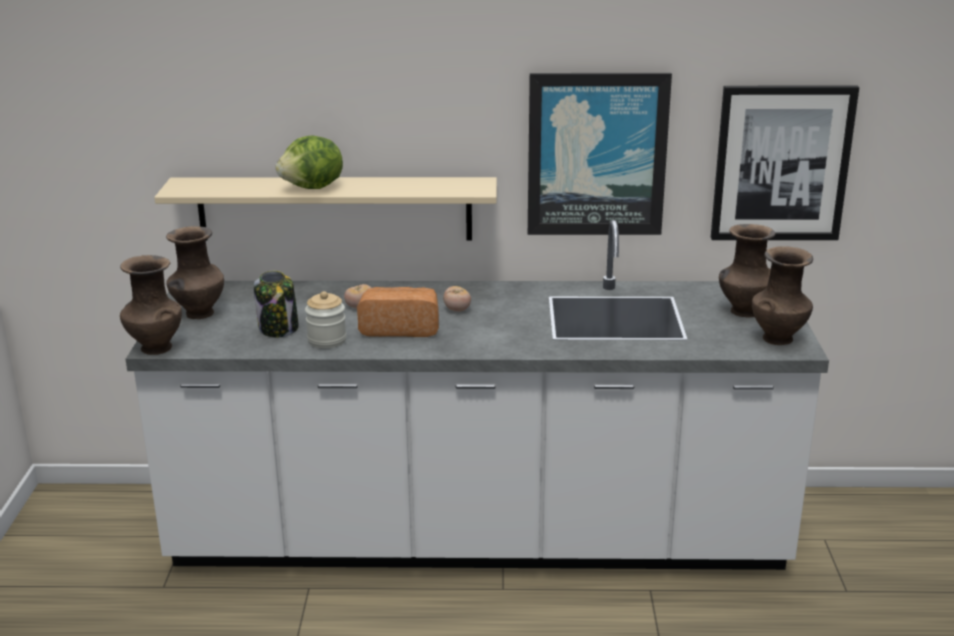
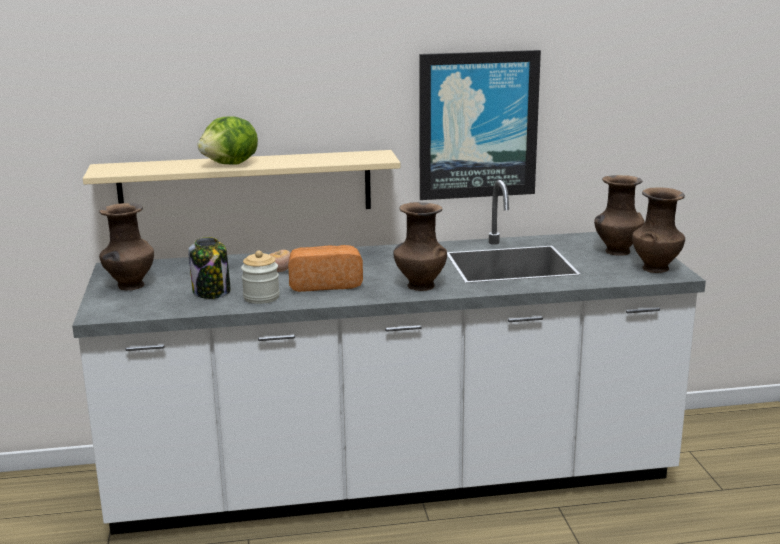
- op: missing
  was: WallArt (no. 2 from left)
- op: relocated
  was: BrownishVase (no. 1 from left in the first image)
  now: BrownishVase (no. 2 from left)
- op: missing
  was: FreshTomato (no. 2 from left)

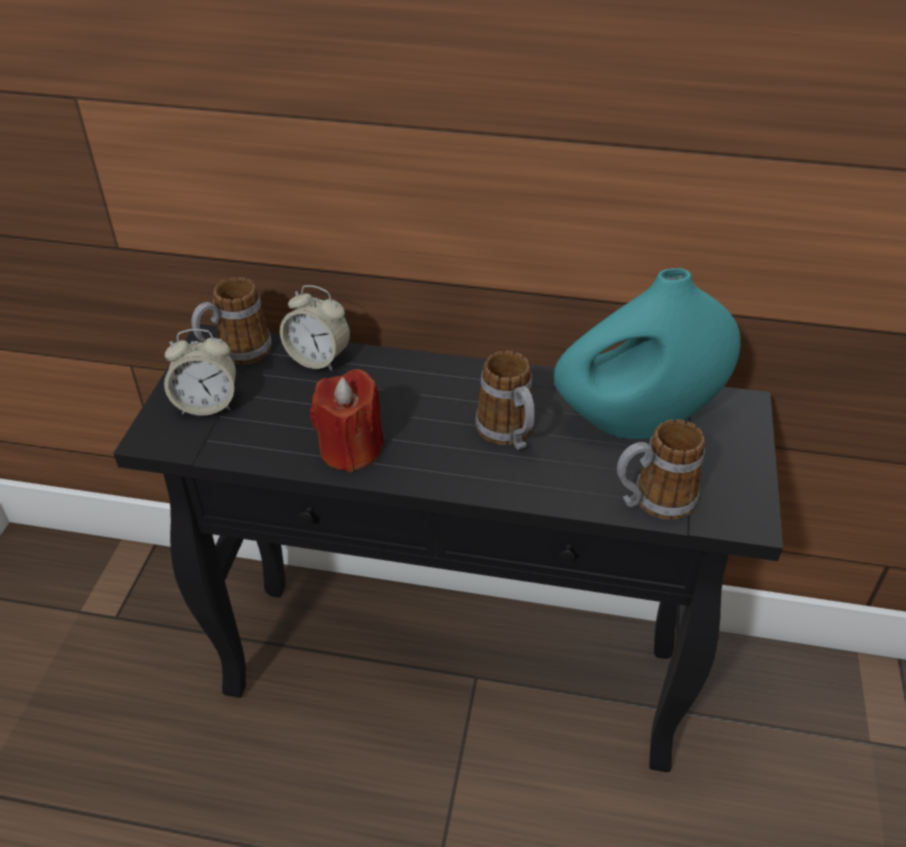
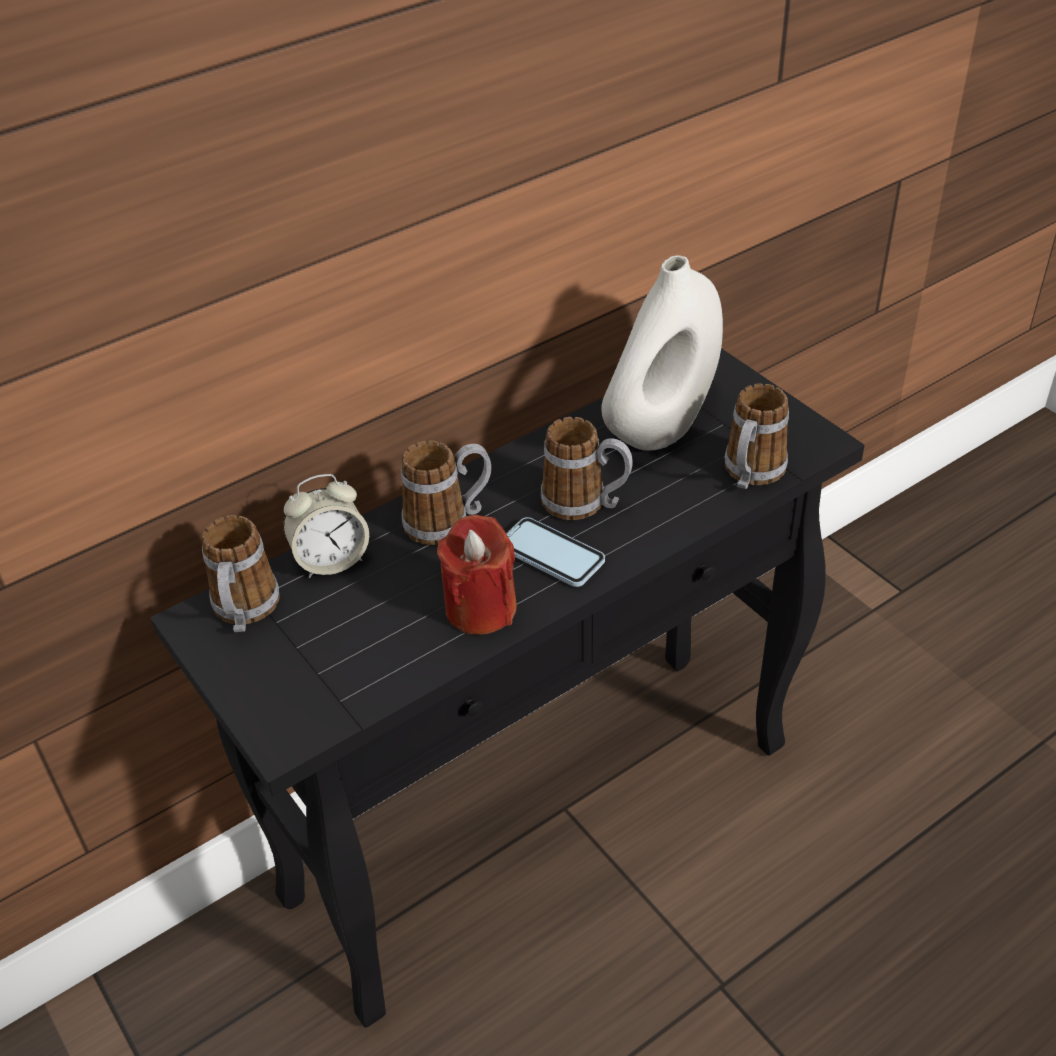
- op: colour
  was: TurquoiseColouredVase
  now: WhiteColouredVase
- op: missing
  was: AlarmClock (no. 1 from left)
- op: appeared
  now: TeaMug (no. 2 from left)
- op: appeared
  now: Telephone

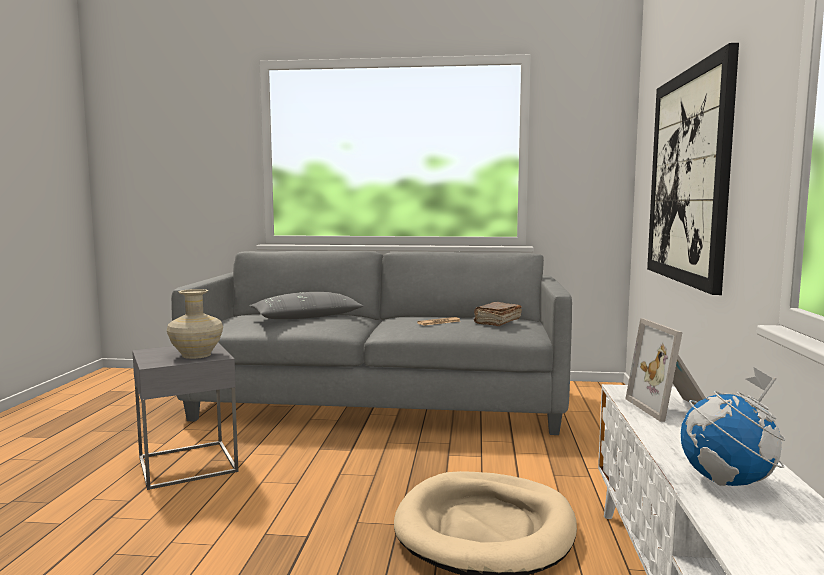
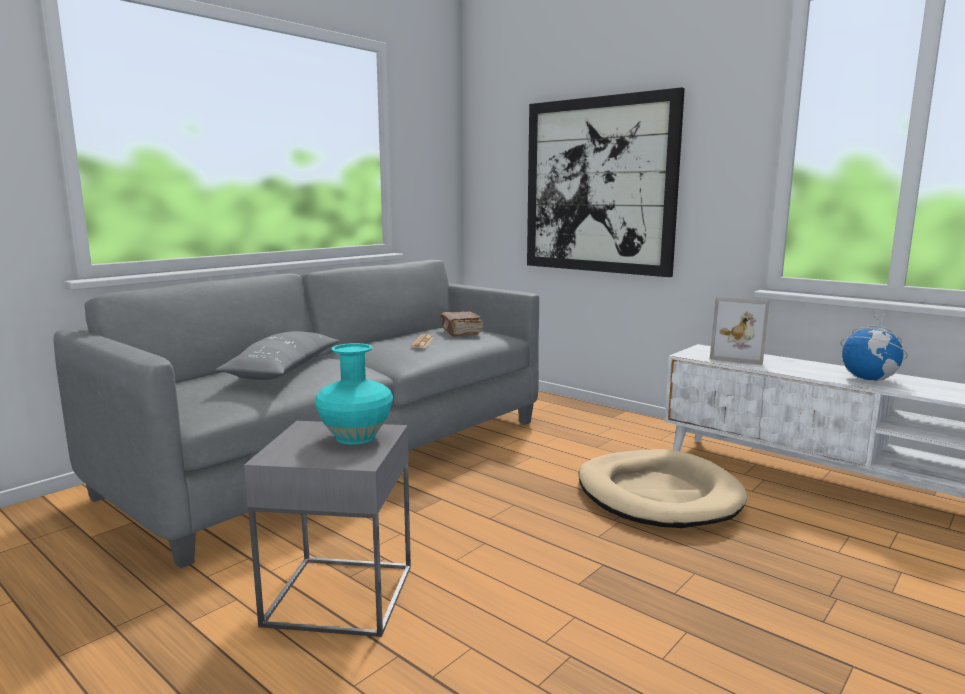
- op: colour
  was: BeigeVase
  now: TurquoiseColouredVase

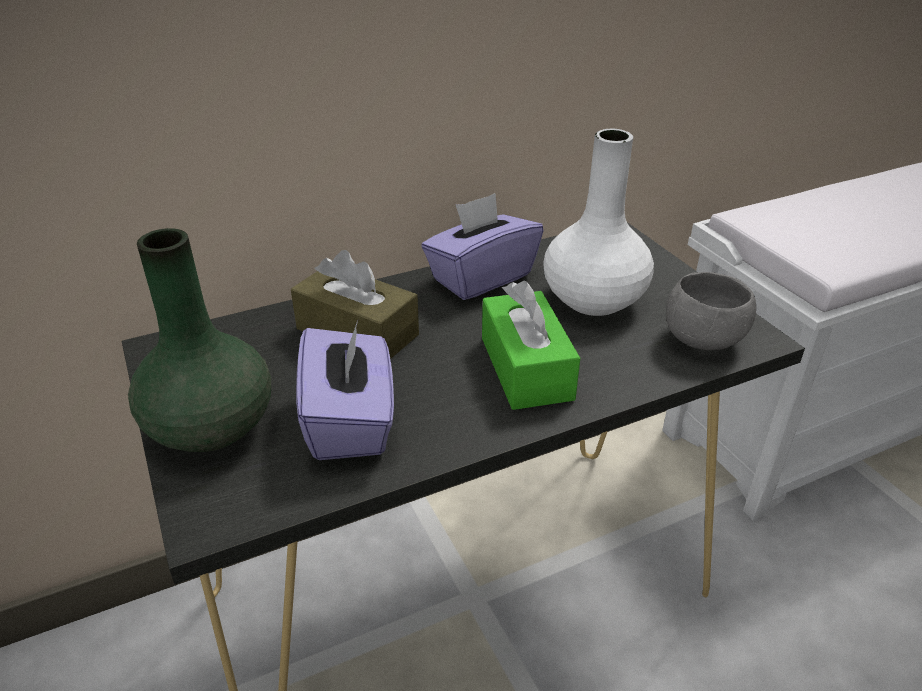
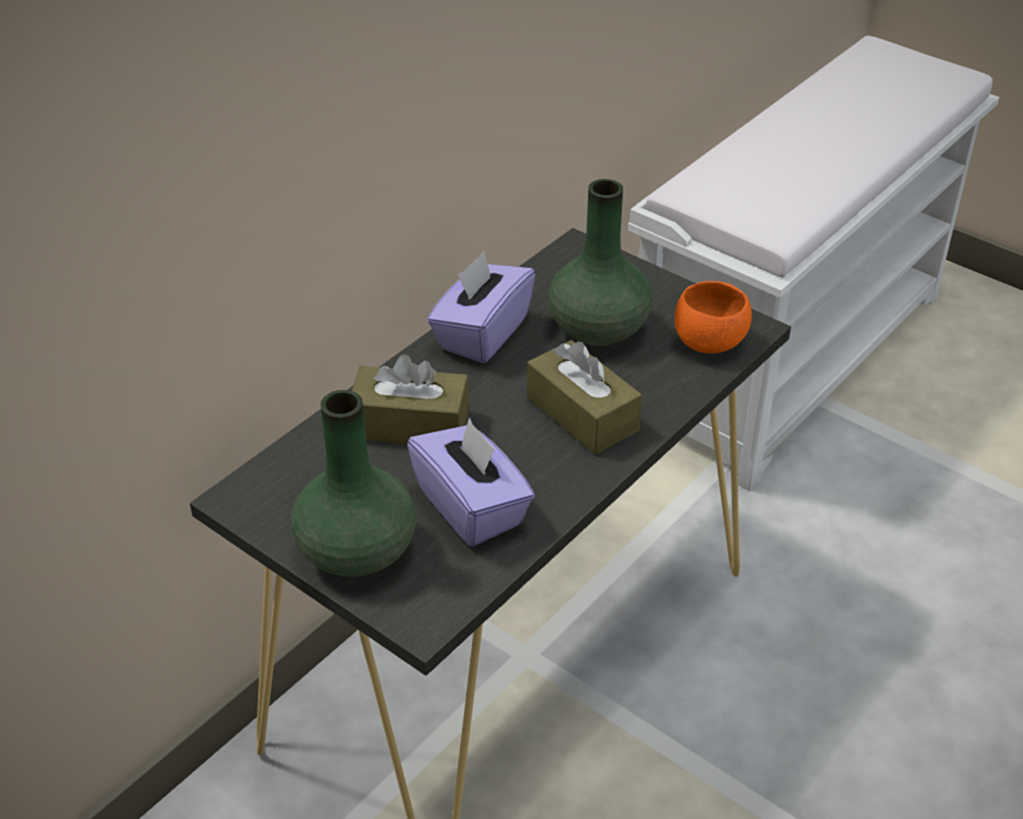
- op: colour
  was: WhiteColouredVase
  now: GreenishVase (no. 2 from left)
- op: colour
  was: GrayDeepDish
  now: OrangeColouredDeepDish
- op: colour
  was: GreenishBoxOfTissues
  now: BrownishBoxOfTissues (no. 2 from left)

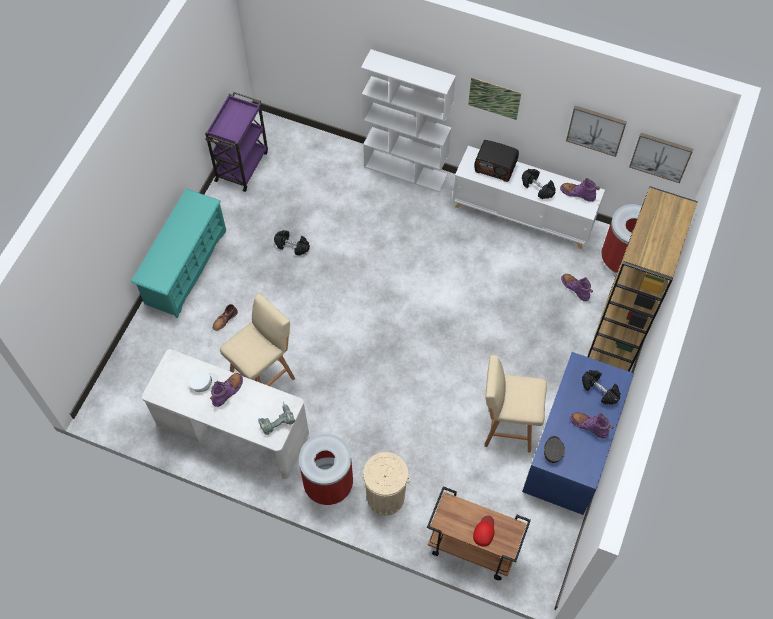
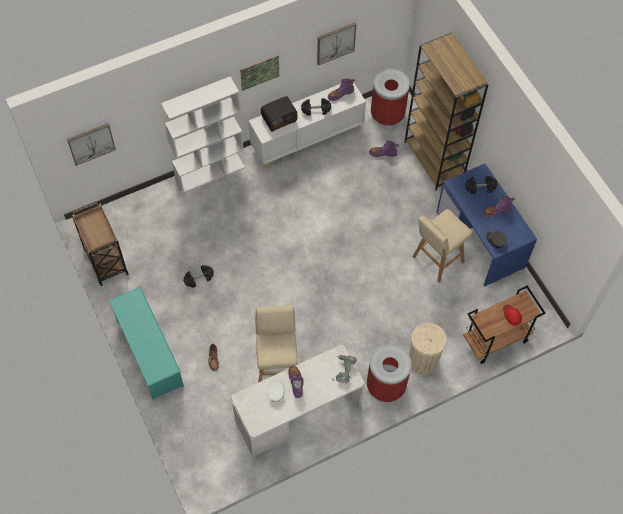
- op: colour
  was: PurpleColouredCart
  now: BrownishCart (no. 1 from left)
- op: relocated
  was: WallArt (no. 3 from left in the first image)
  now: WallArt (no. 1 from left)

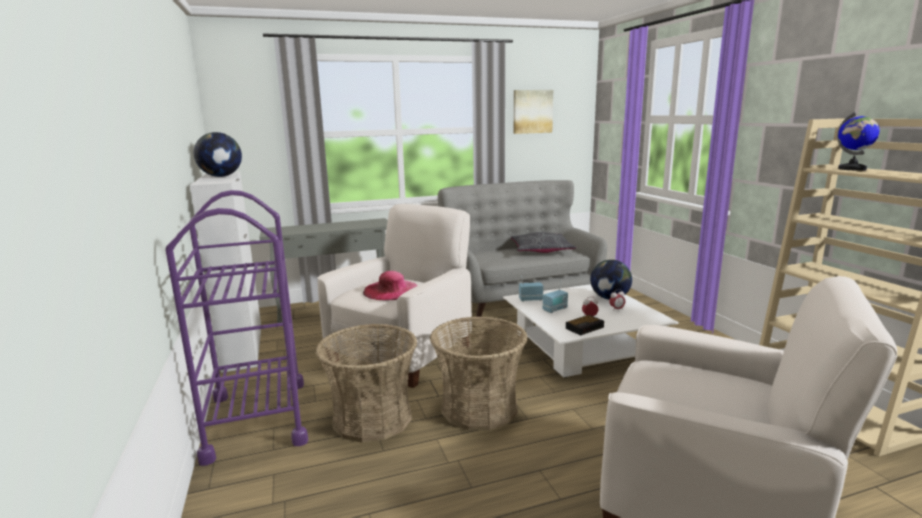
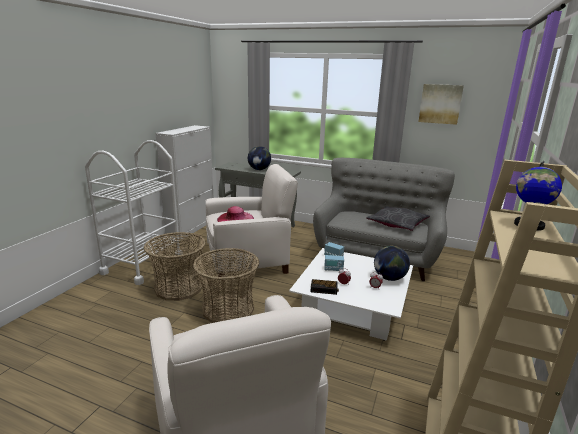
- op: relocated
  was: WorldGlobe (no. 1 from left)
- op: colour
  was: PurpleColouredCart
  now: WhiteColouredCart

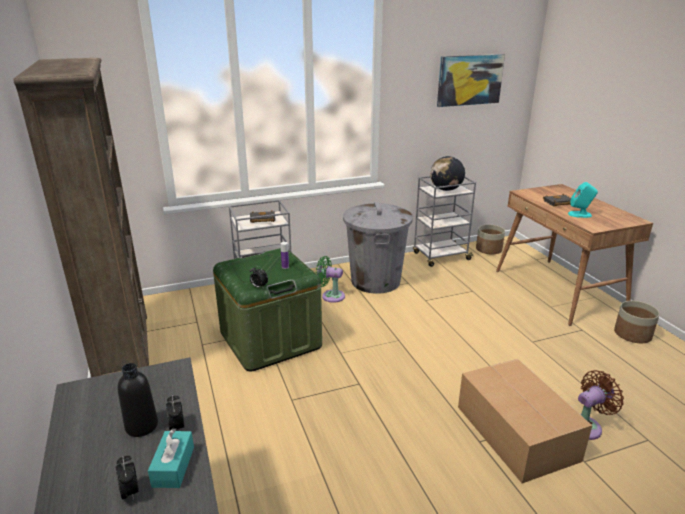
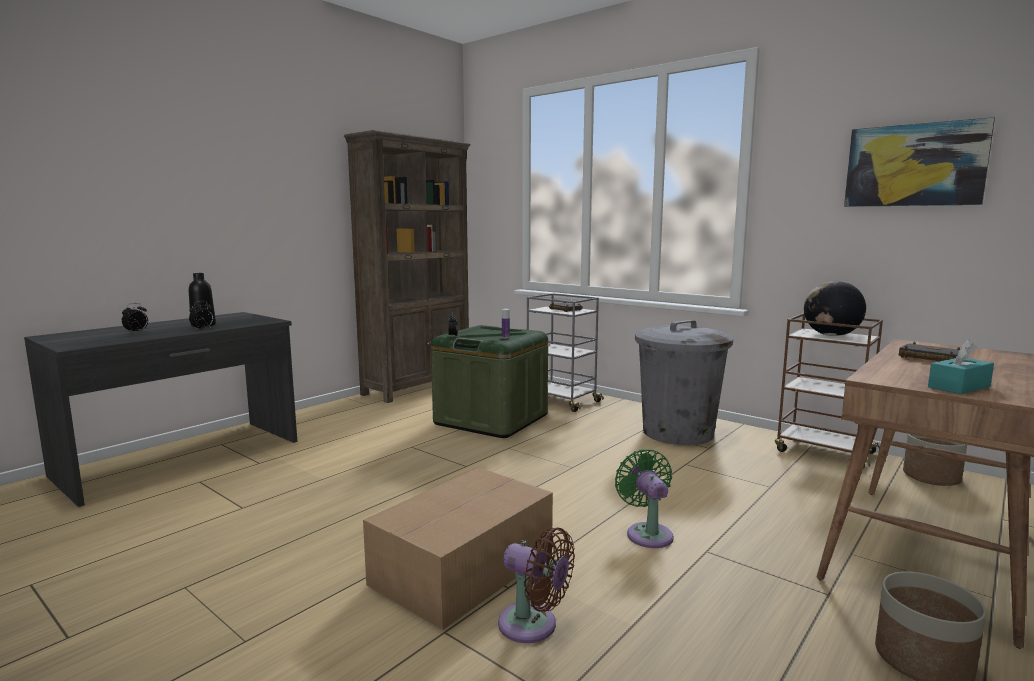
- op: colour
  was: GrayCart (no. 2 from left)
  now: BrownishCart
- op: missing
  was: TurquoiseColouredLoudspeaker
- op: relocated
  was: GreenishFan
- op: relocated
  was: TurquoiseColouredBoxOfTissues

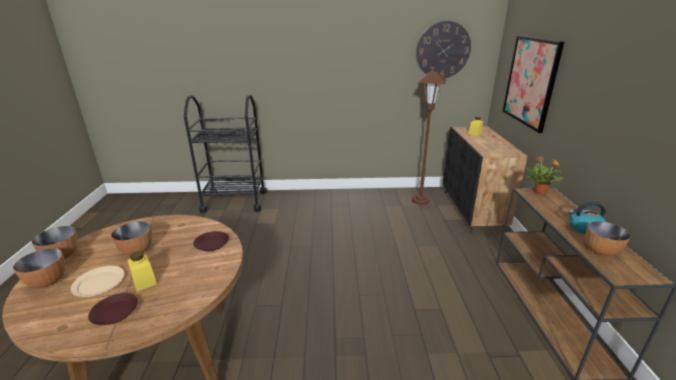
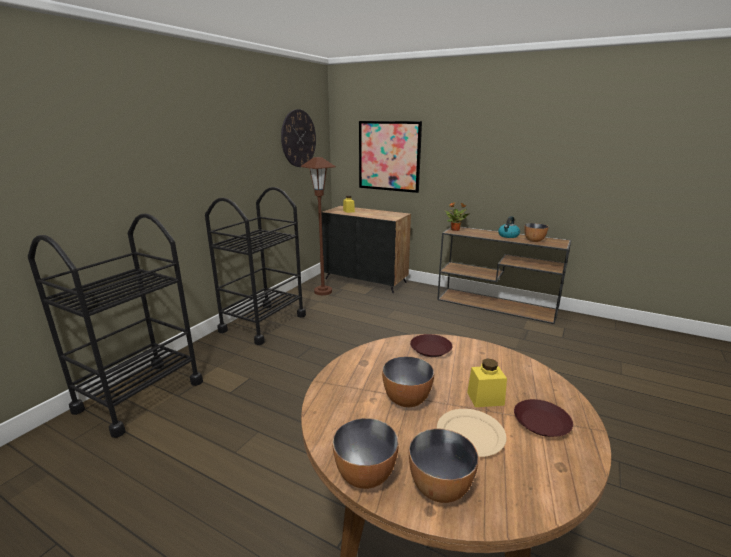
- op: appeared
  now: BlackishCart (no. 2 from left)

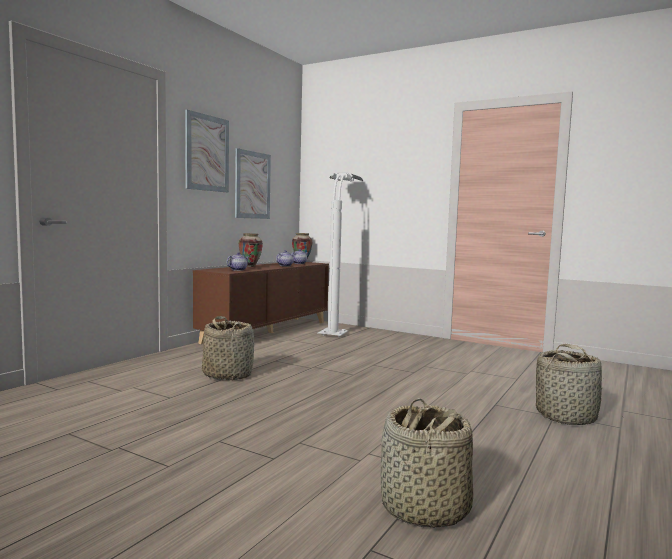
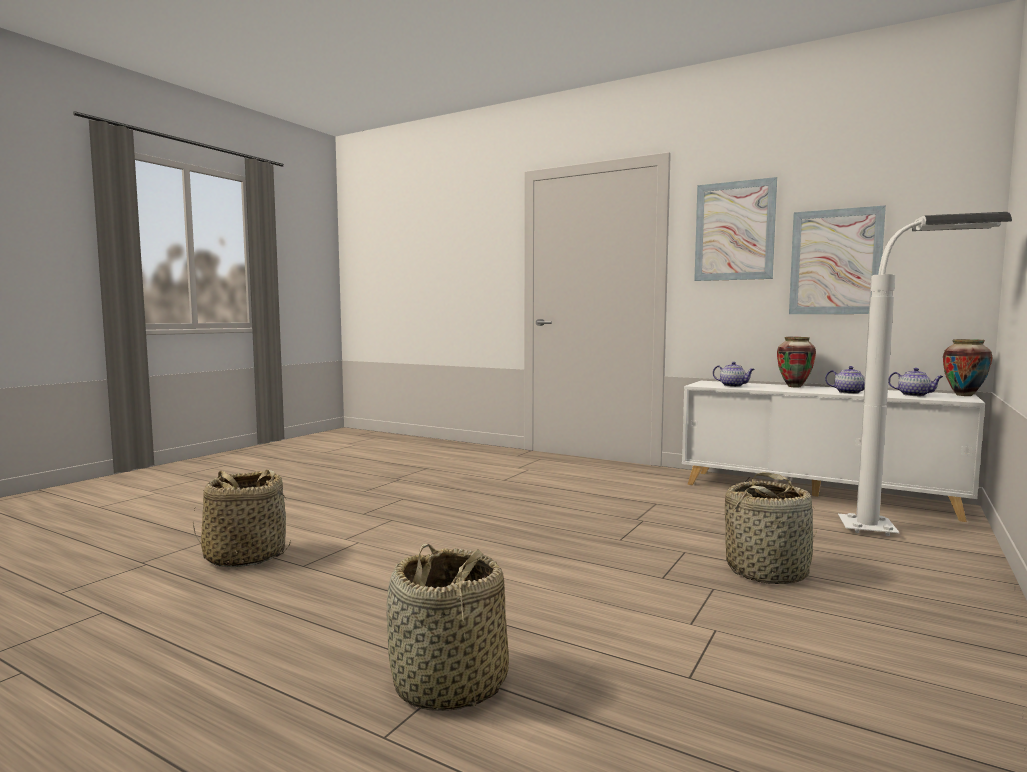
- op: colour
  was: BrownishStorageCabinet
  now: WhiteColouredStorageCabinet
- op: relocated
  was: StorageBasket (no. 1 from left in the first image)
  now: StorageBasket (no. 3 from left)

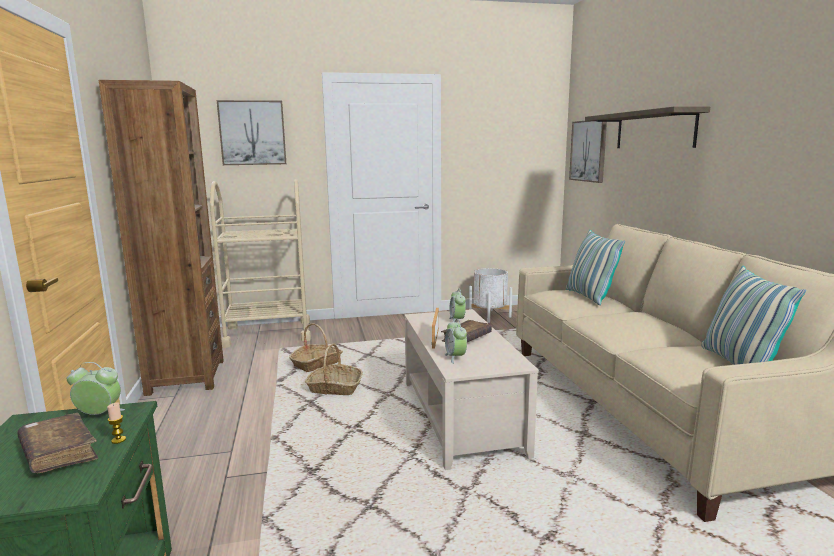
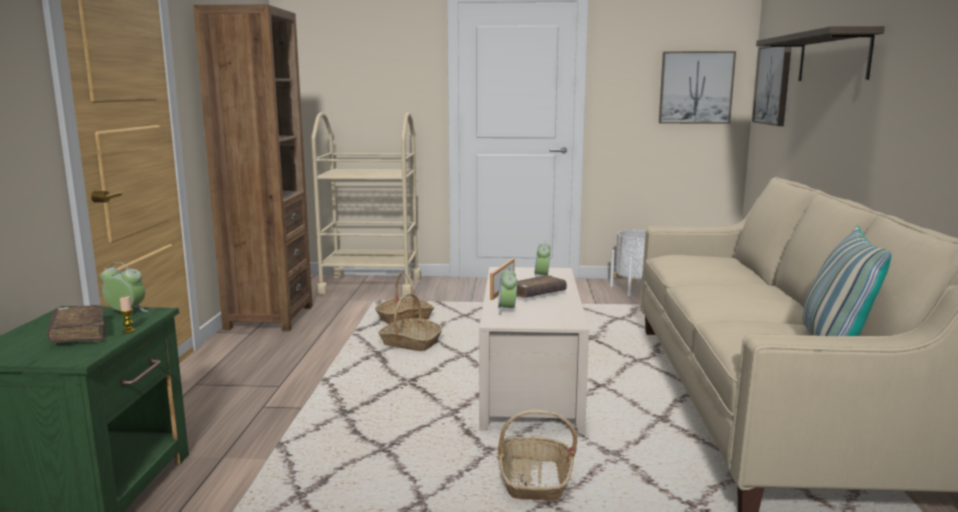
- op: relocated
  was: WallArt (no. 1 from left)
- op: missing
  was: Pillow (no. 1 from left)
- op: appeared
  now: StorageBasket (no. 3 from left)

